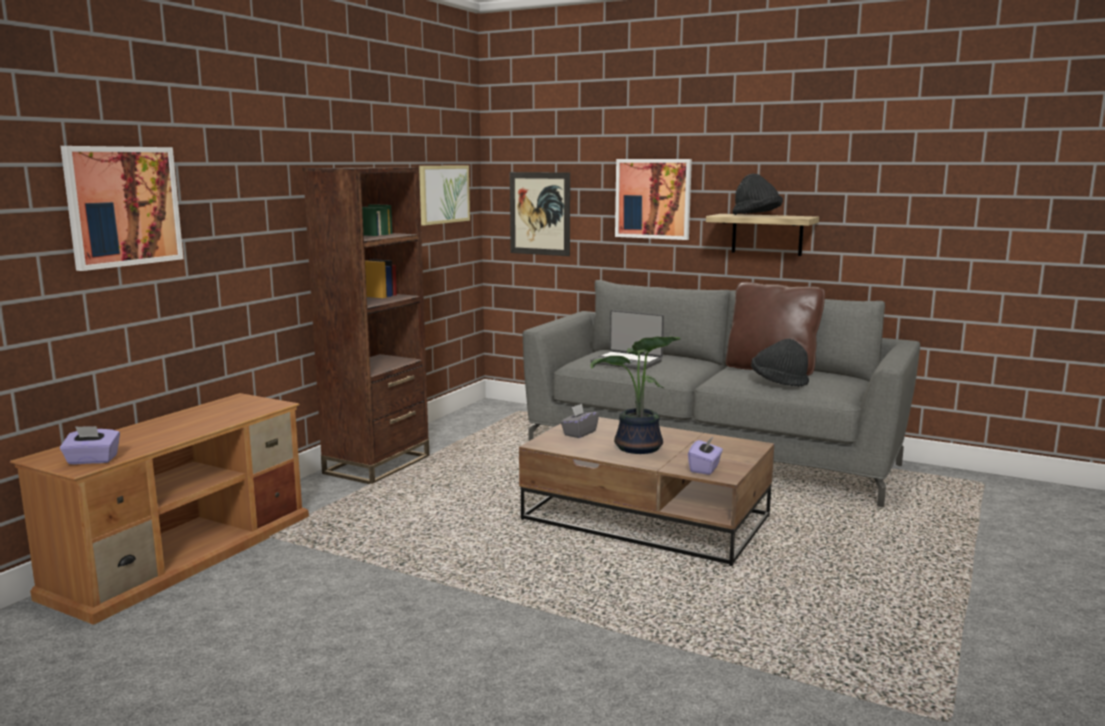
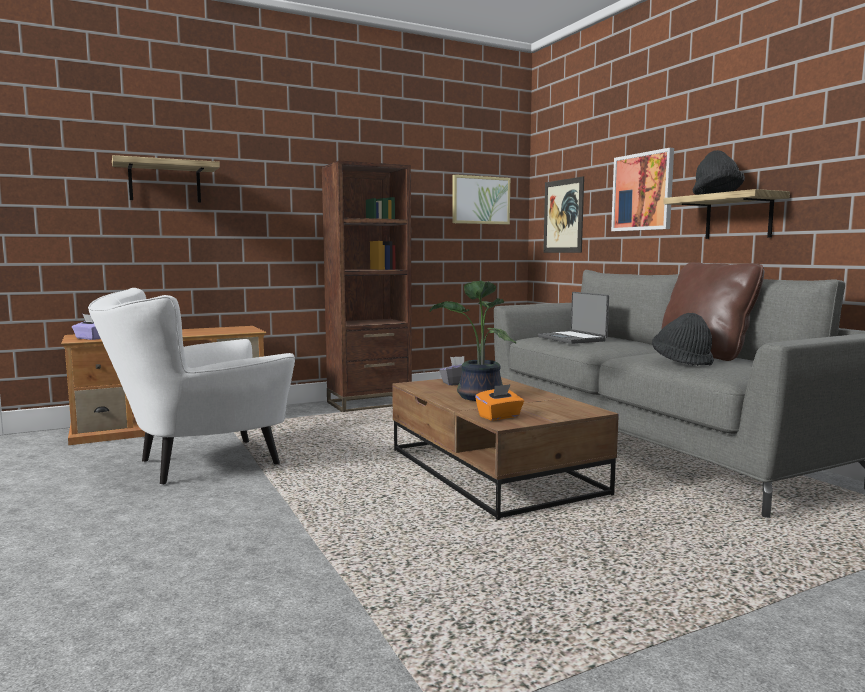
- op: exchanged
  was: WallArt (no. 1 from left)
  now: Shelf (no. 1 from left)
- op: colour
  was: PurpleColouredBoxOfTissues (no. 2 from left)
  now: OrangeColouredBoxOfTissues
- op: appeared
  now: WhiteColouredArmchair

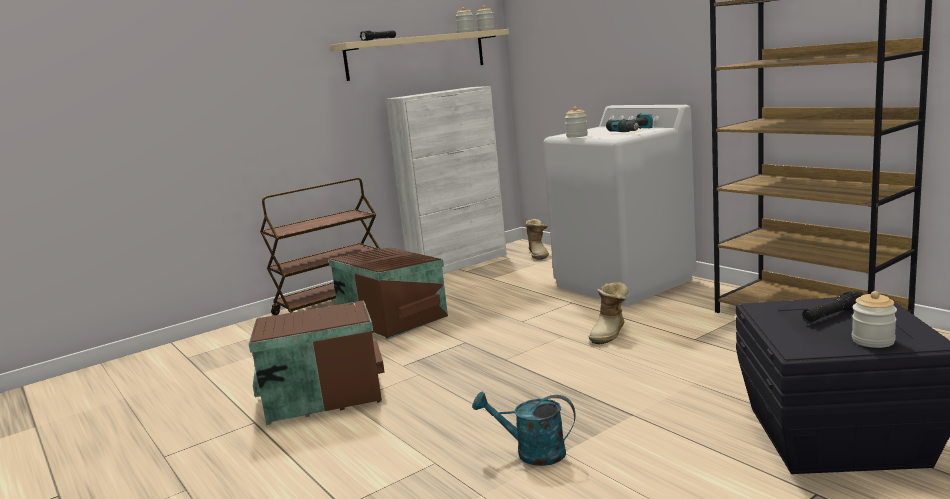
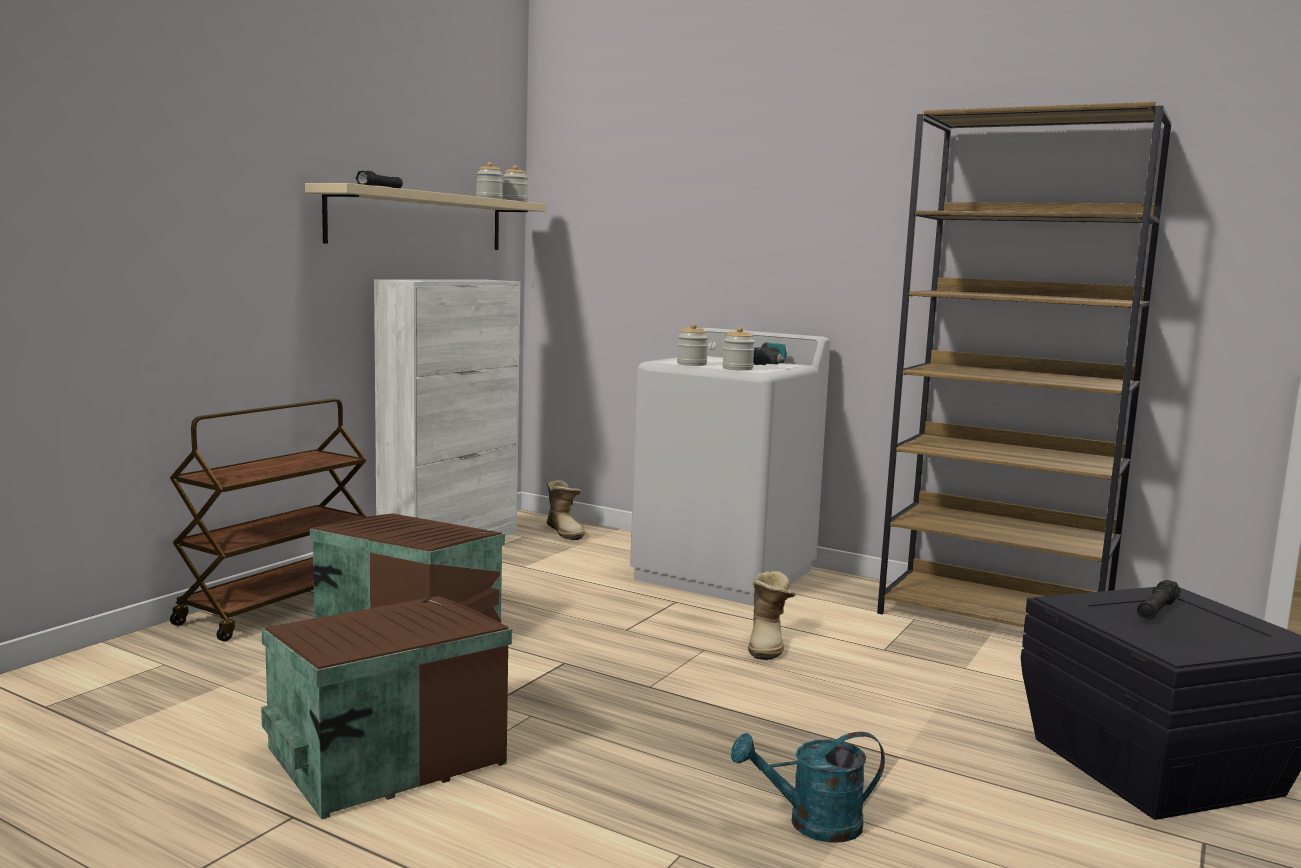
- op: relocated
  was: Jar (no. 4 from left)

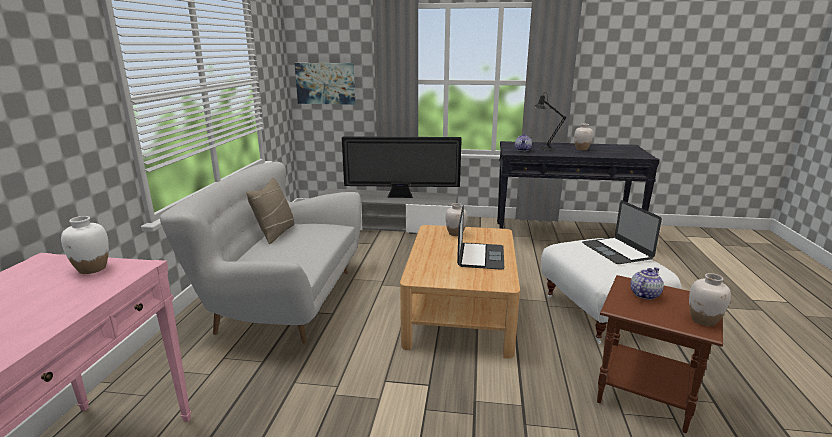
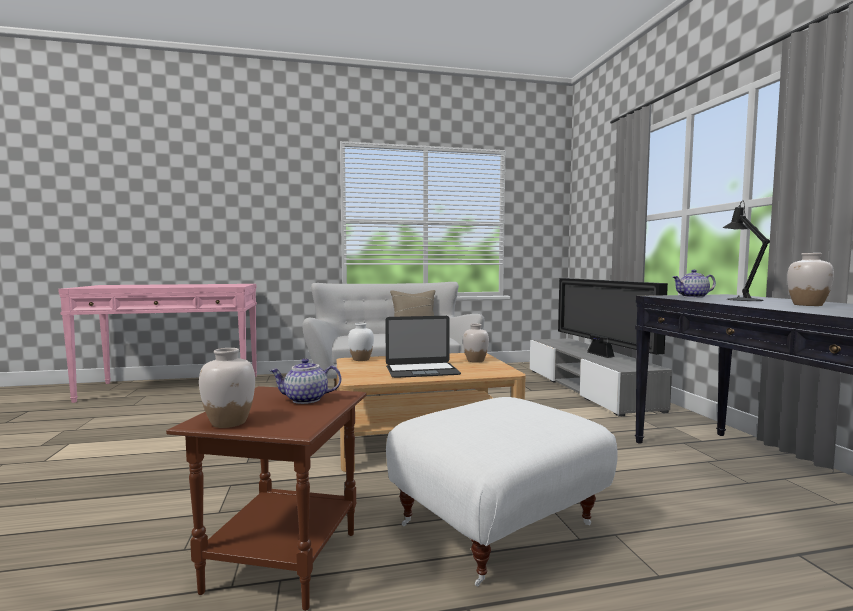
- op: missing
  was: WallArt
- op: missing
  was: Laptop (no. 2 from left)
- op: relocated
  was: WhiteColouredVase (no. 1 from left in the first image)
  now: WhiteColouredVase (no. 2 from left)
- op: spun
  was: Teapot (no. 2 from left in the first image)
  clockwise: 150

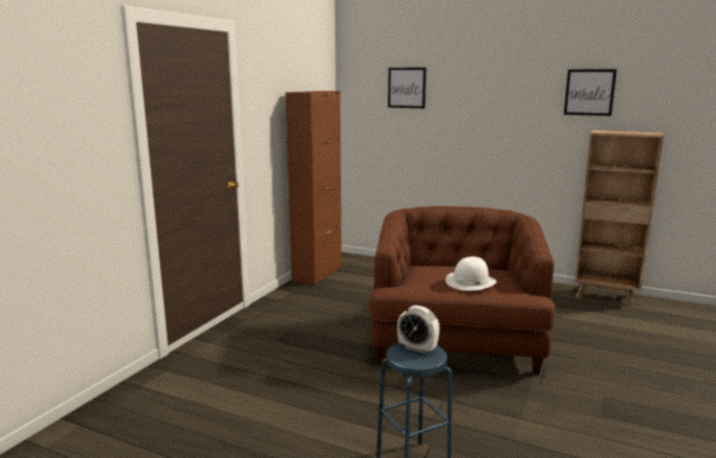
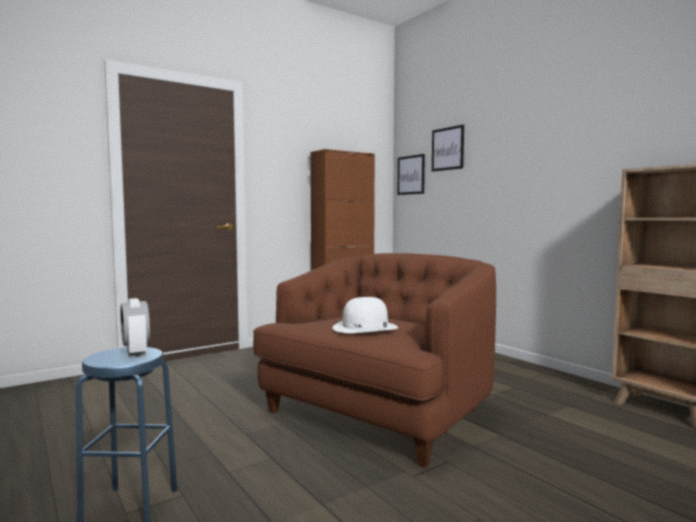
- op: relocated
  was: WallArt (no. 2 from left in the first image)
  now: WallArt (no. 1 from left)

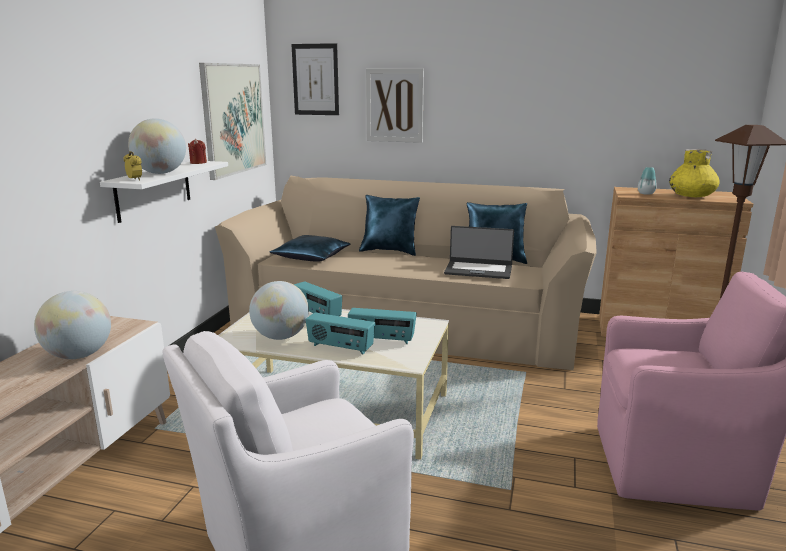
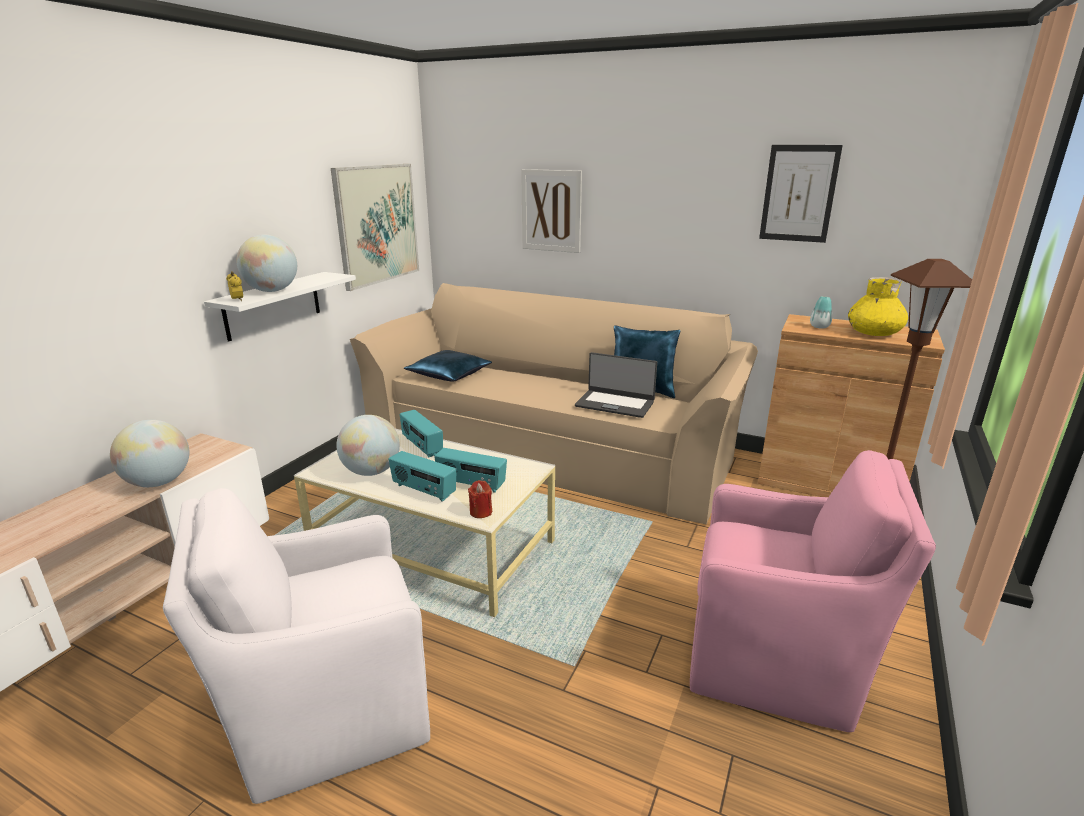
- op: relocated
  was: WallArt (no. 2 from left in the first image)
  now: WallArt (no. 3 from left)
- op: relocated
  was: ReddishCandle
- op: missing
  was: BluishPillow (no. 2 from left)

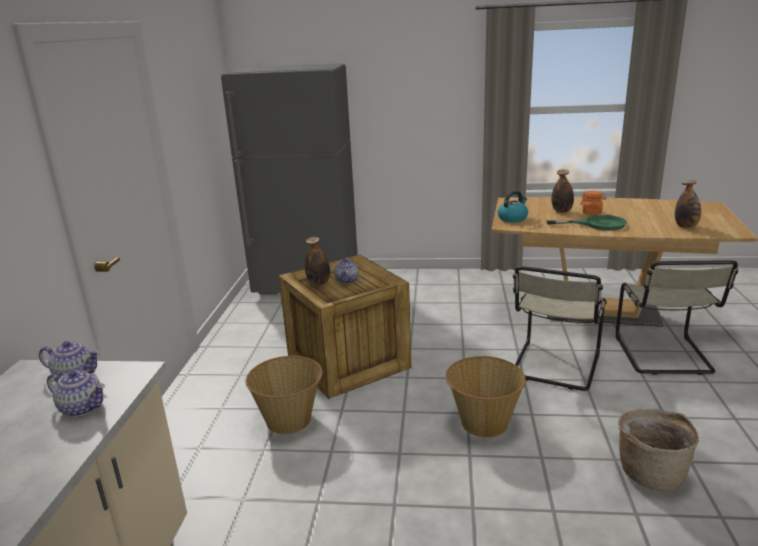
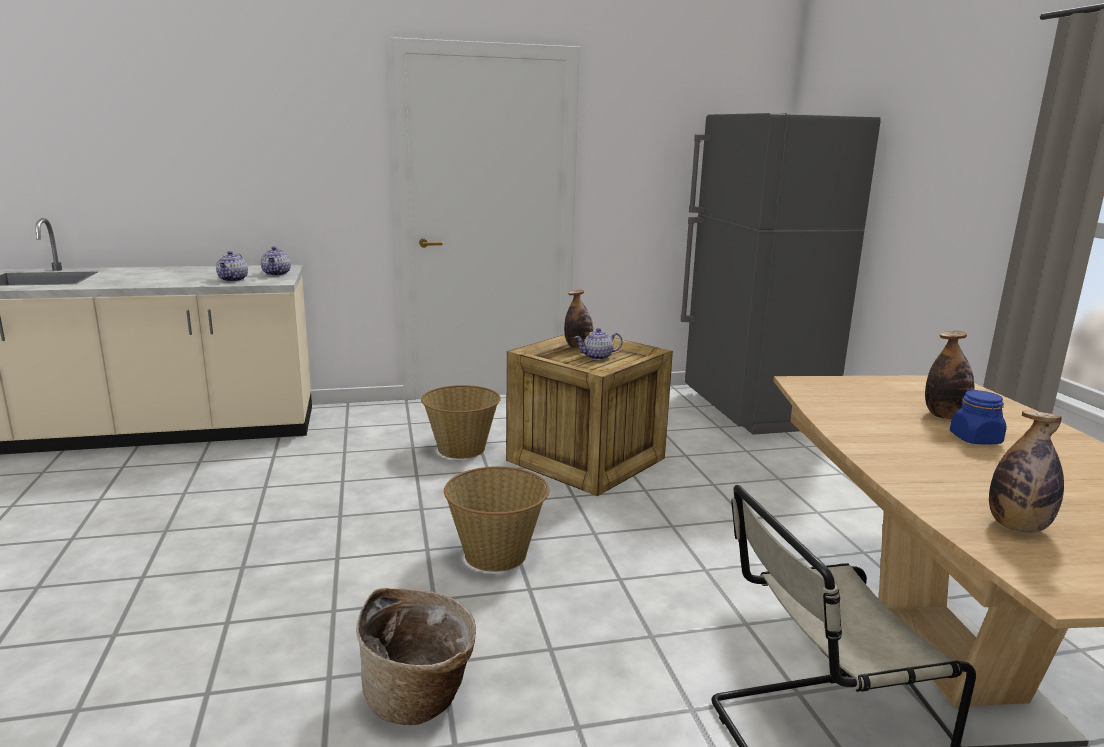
- op: missing
  was: WaterKettle
- op: colour
  was: OrangeColouredJar
  now: BluishJar
- op: missing
  was: GreenishPan
- op: missing
  was: BeigeUprightChair (no. 1 from left)

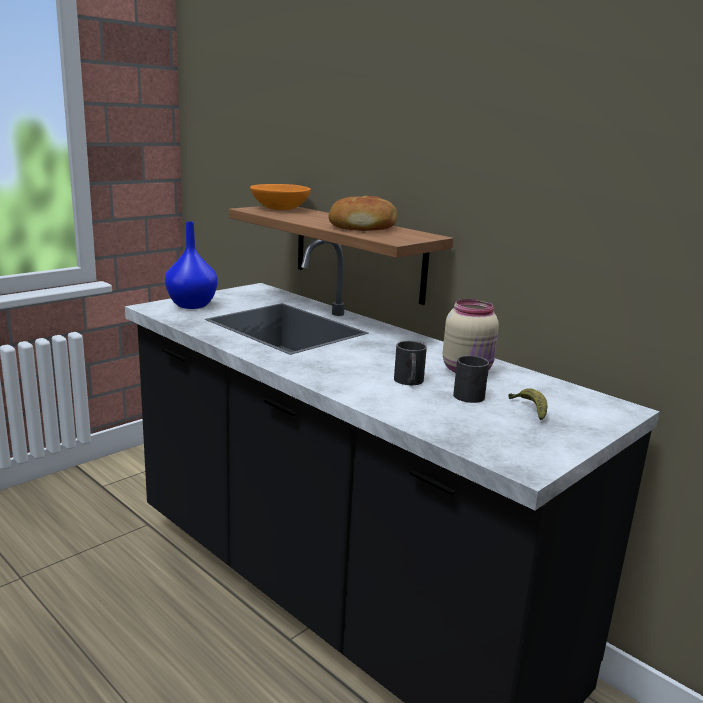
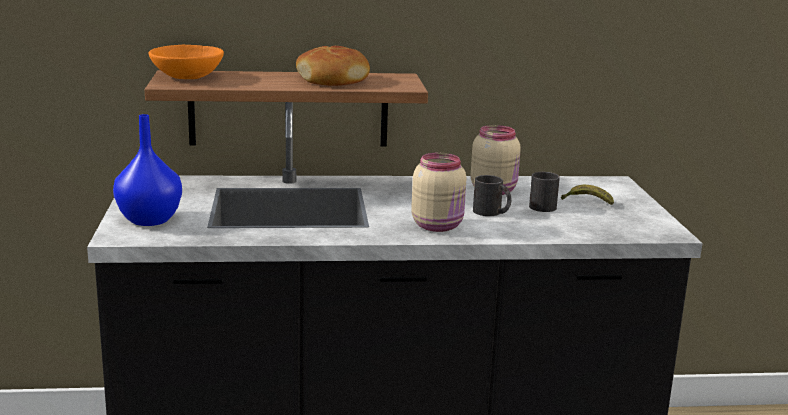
- op: appeared
  now: BeigeJar (no. 1 from left)

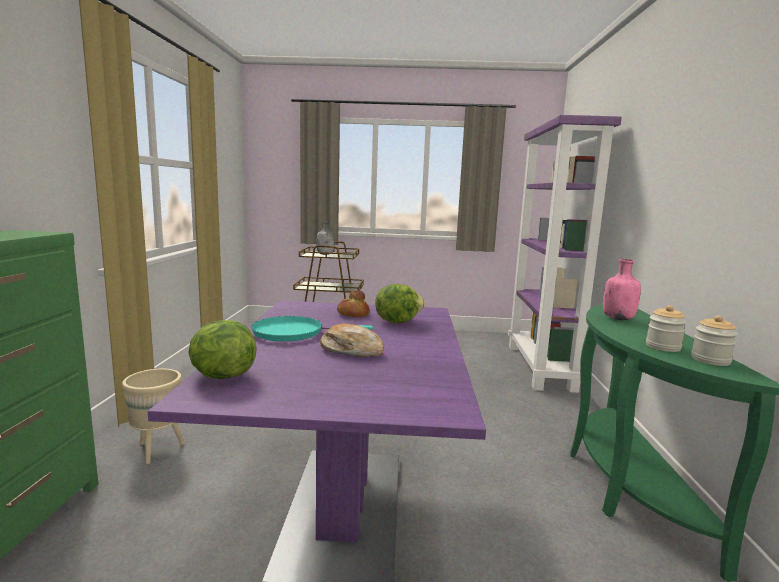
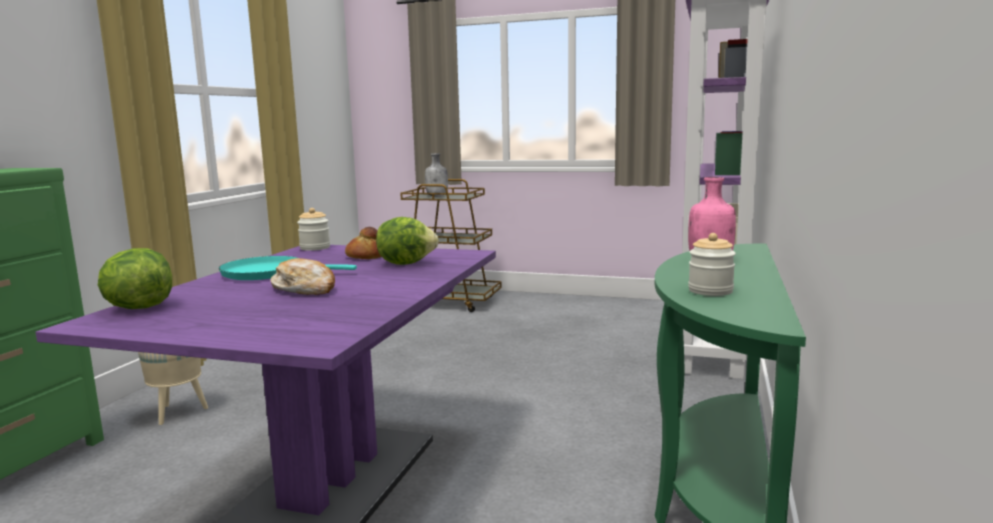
- op: relocated
  was: Jar (no. 2 from left in the first image)
  now: Jar (no. 1 from left)

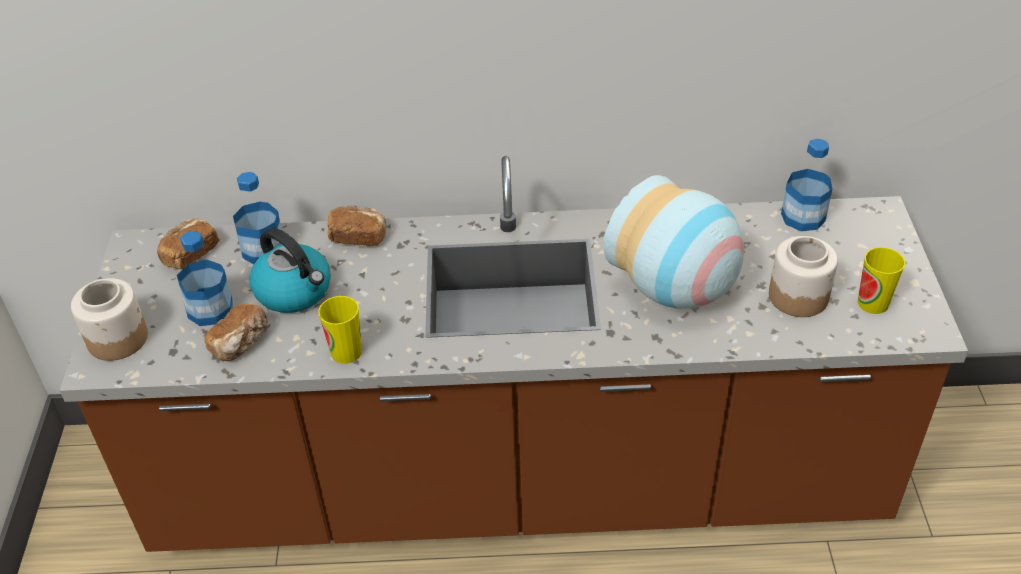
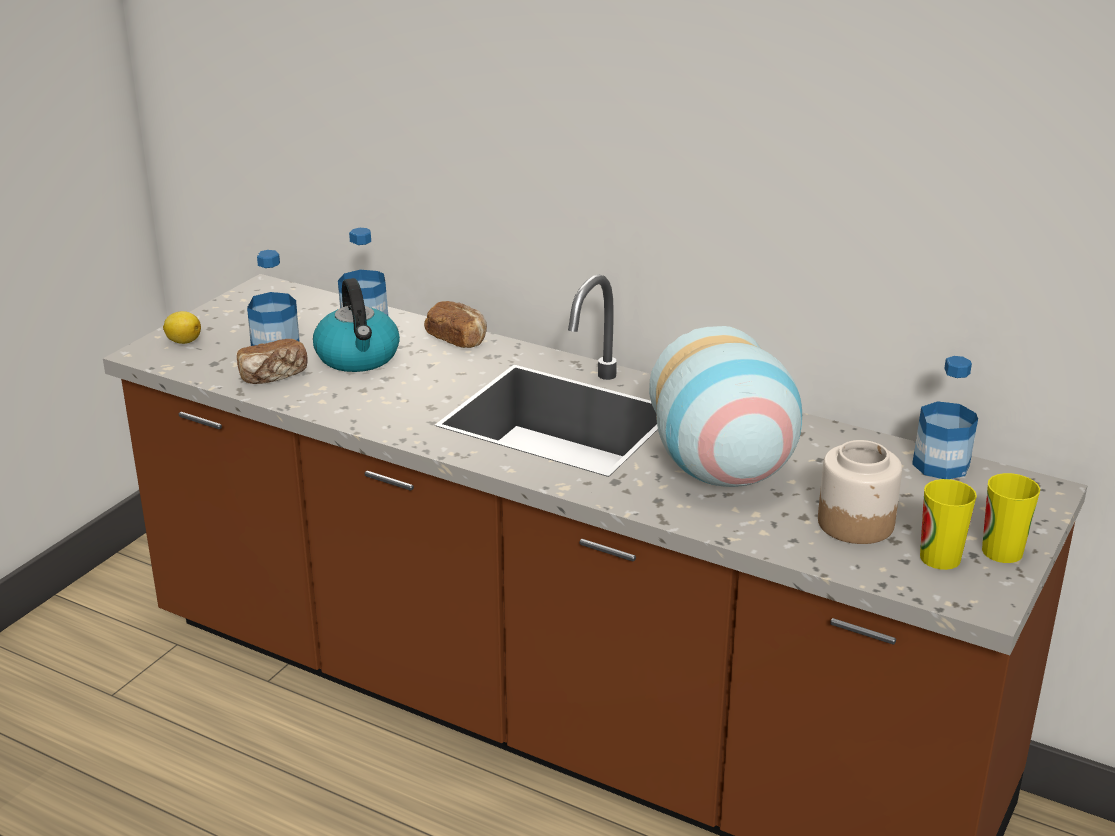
- op: missing
  was: BakeryBread (no. 1 from left)
- op: exchanged
  was: Jar (no. 1 from left)
  now: Lemon
- op: relocated
  was: SmallCup (no. 1 from left in the first image)
  now: SmallCup (no. 2 from left)

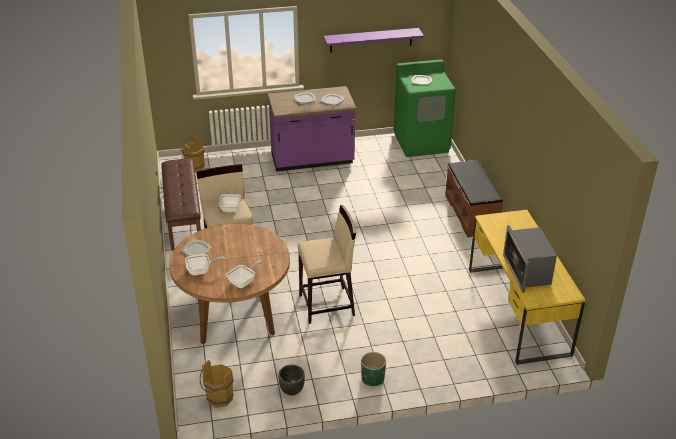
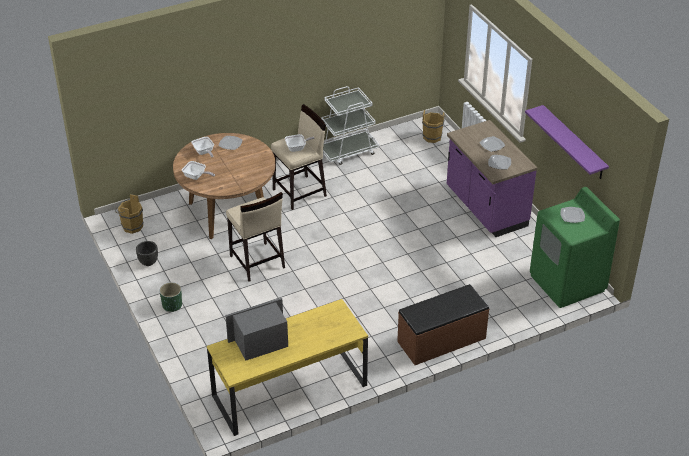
- op: exchanged
  was: BrownishBench (no. 1 from left)
  now: WhiteColouredCart

